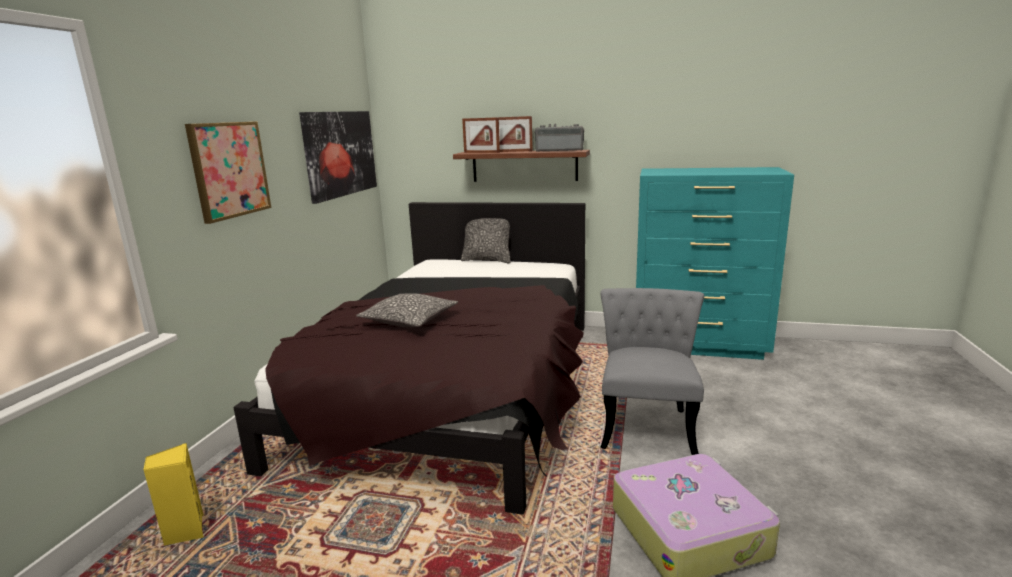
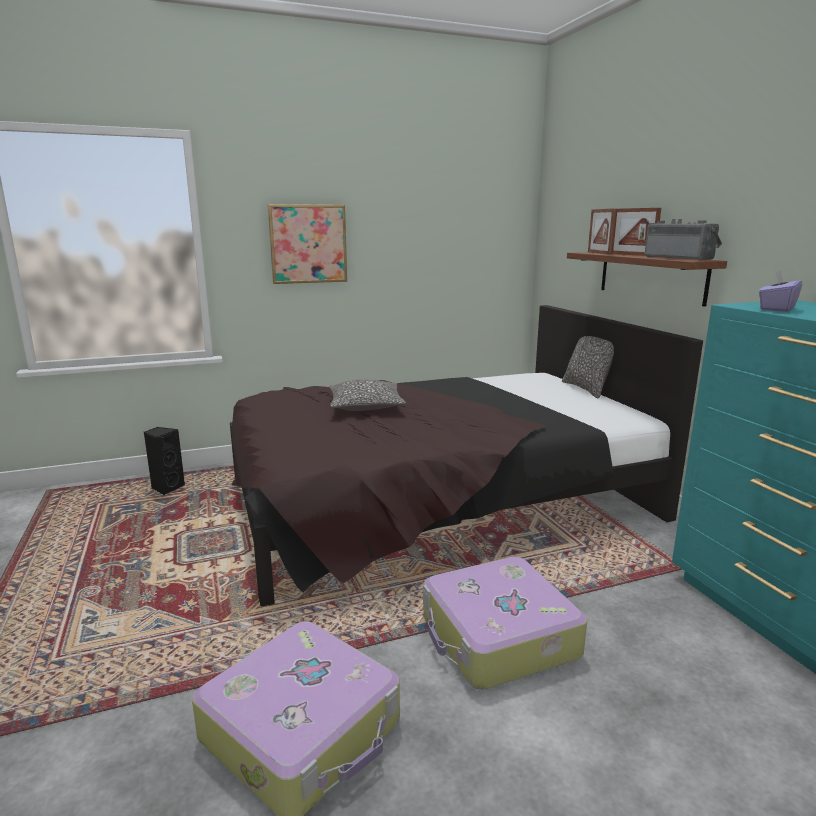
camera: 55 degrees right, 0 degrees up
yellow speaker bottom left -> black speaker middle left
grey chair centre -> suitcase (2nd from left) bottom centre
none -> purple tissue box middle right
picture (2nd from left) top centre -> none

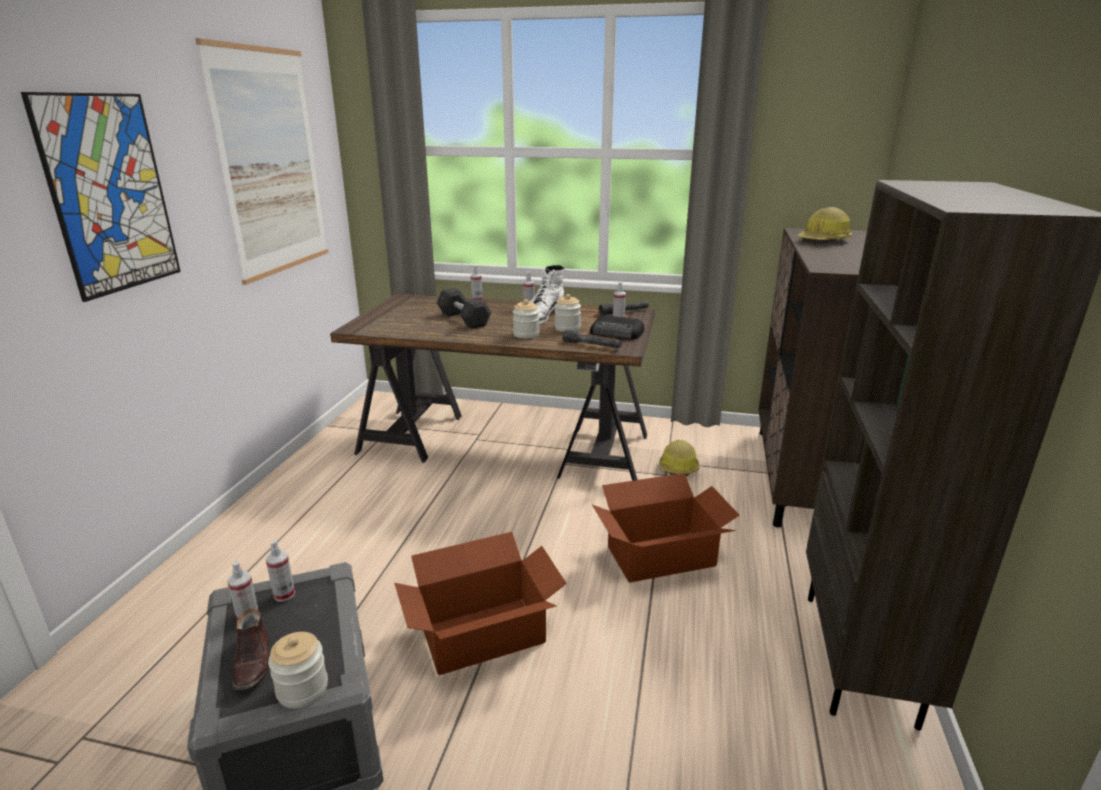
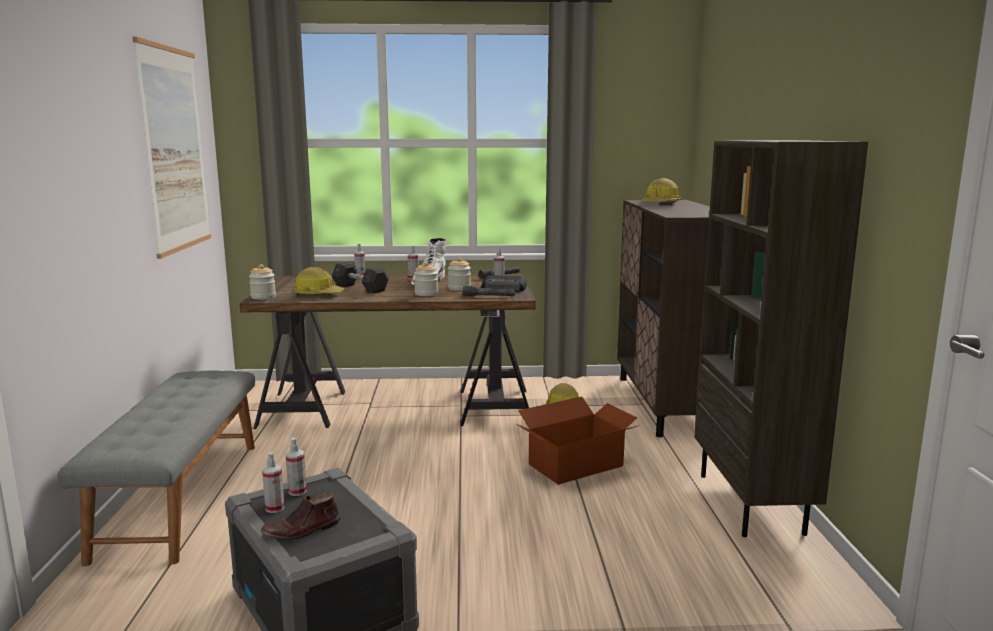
camera: 15 degrees left, 10 degrees down
none -> grey bench bottom left
jar (1st from left) bottom left -> jar (1st from left) middle left, moved
brown shoe bottom left, 90 degrees clockwise
none -> hard hat (1st from left) middle left
picture (1st from left) top left -> none
cardboard box (1st from left) bottom centre -> none

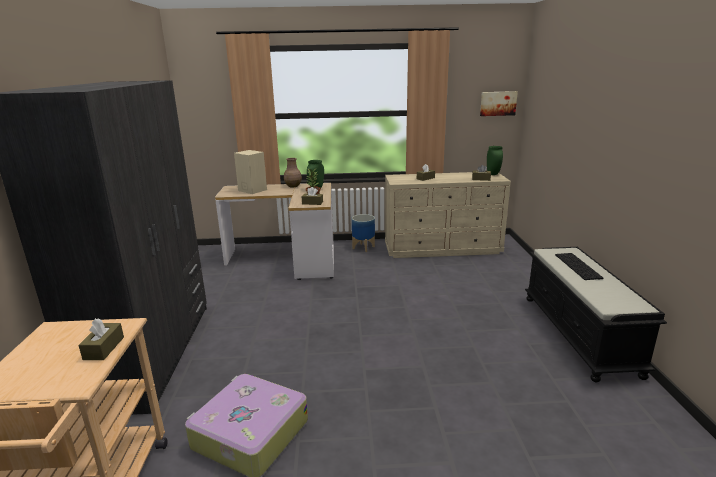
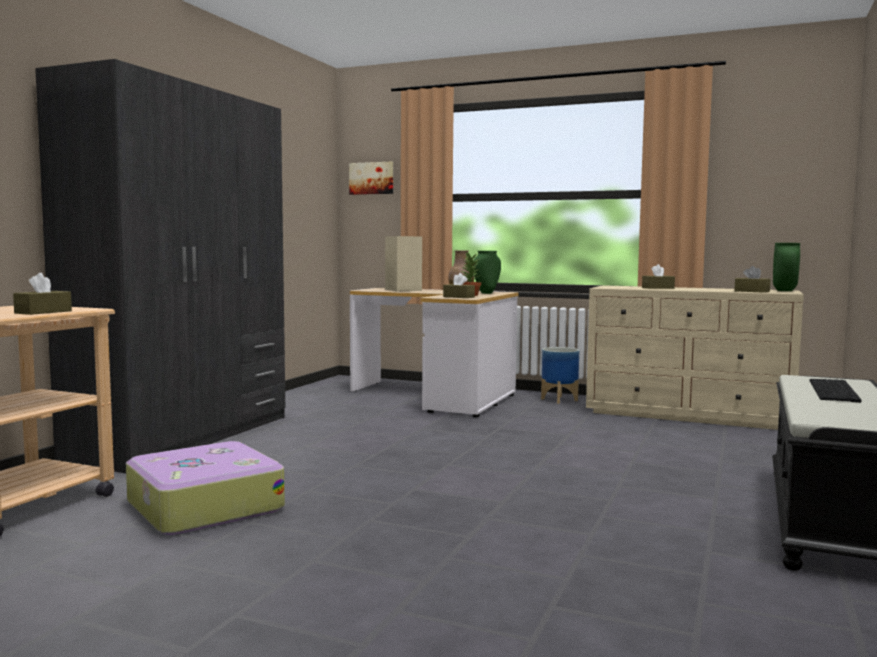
camera: 25 degrees right, 15 degrees down
picture top right -> picture top centre, moved

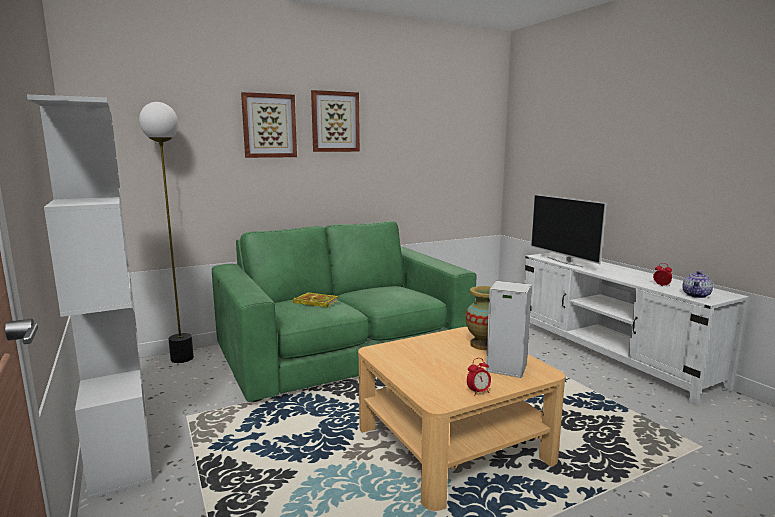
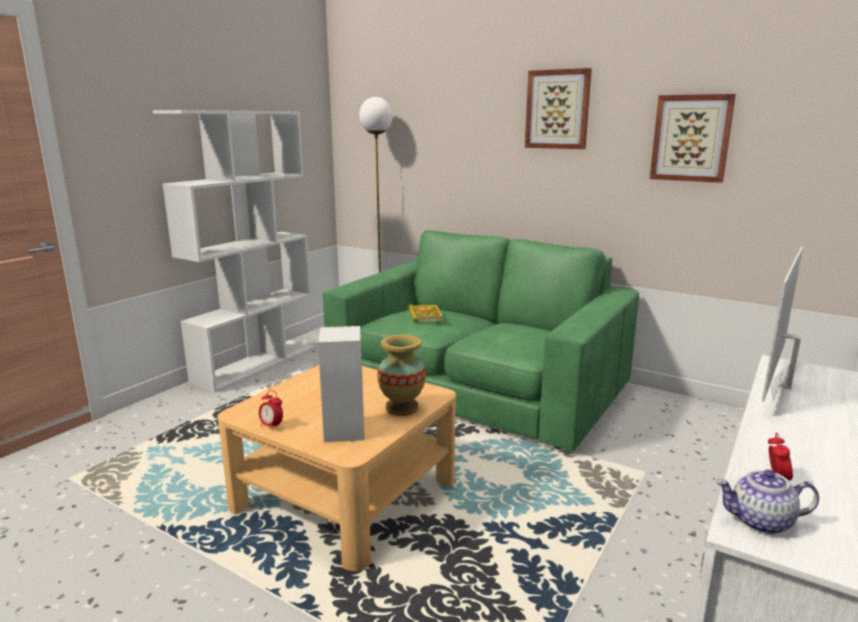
camera: 60 degrees right, 5 degrees up
picture (1st from left in the first image) top centre -> picture (2nd from left) top right, moved

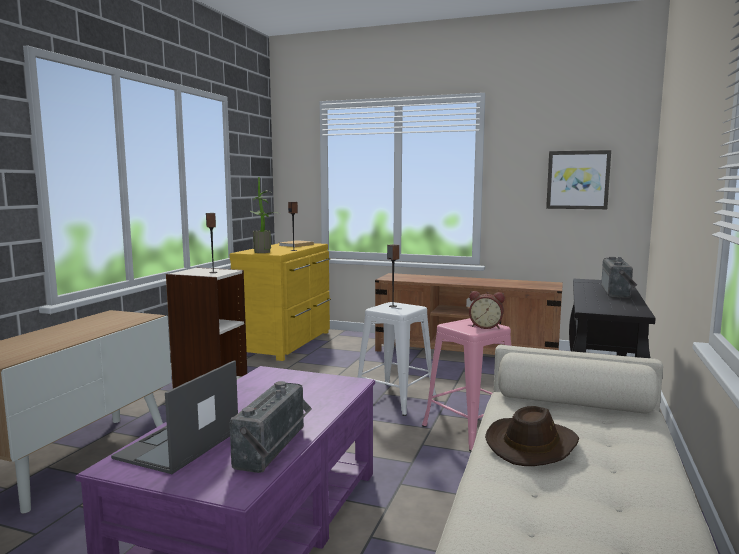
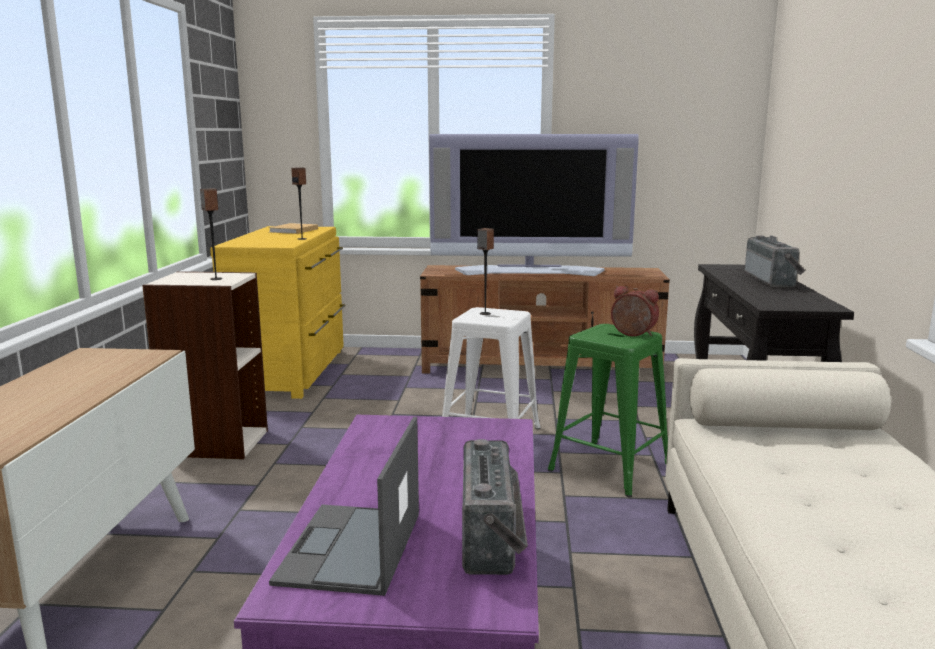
camera: 15 degrees left, 5 degrees up
none -> television top centre
pink stool bottom centre -> green stool centre
alarm clock centre -> alarm clock middle right, 150 degrees counterclockwise
potted plant centre -> none
brown hat bottom right -> none
picture top right -> none

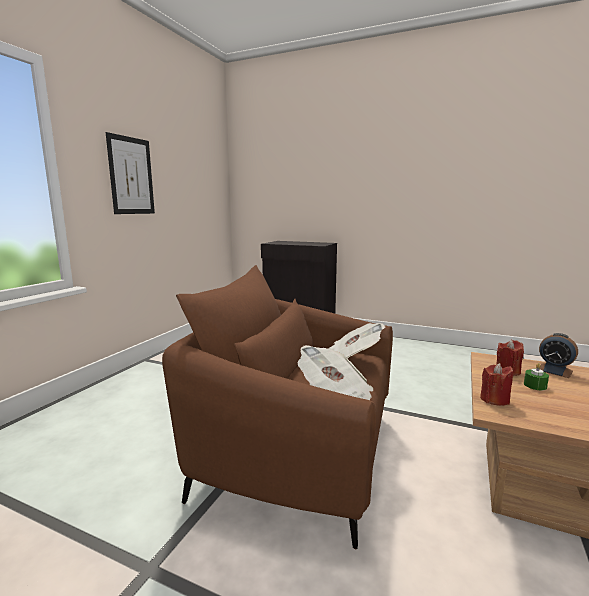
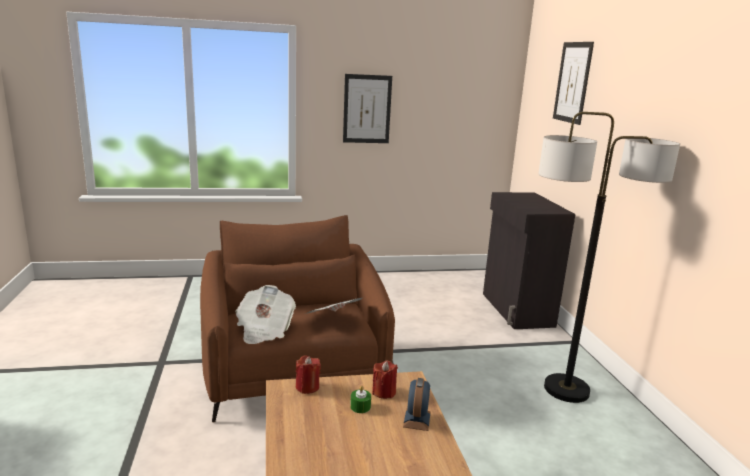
camera: 55 degrees right, 5 degrees up
none -> floor lamp middle right
none -> picture (2nd from left) top right

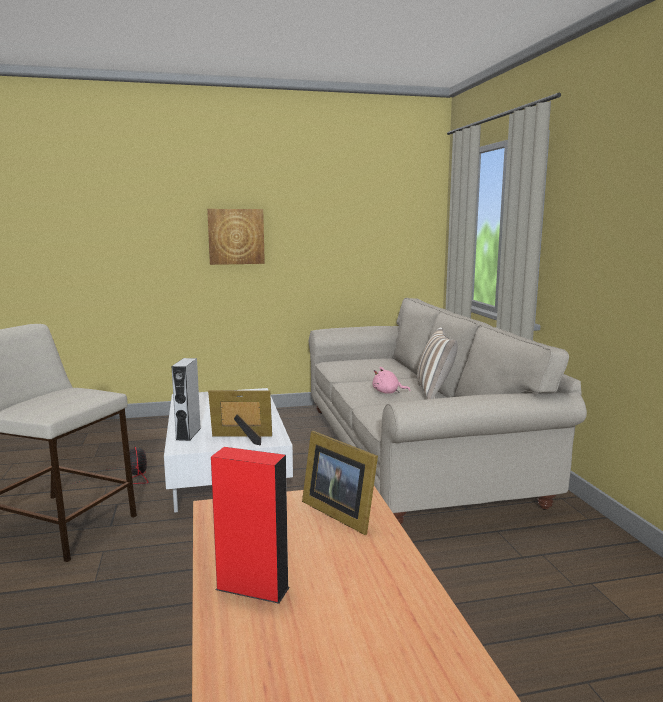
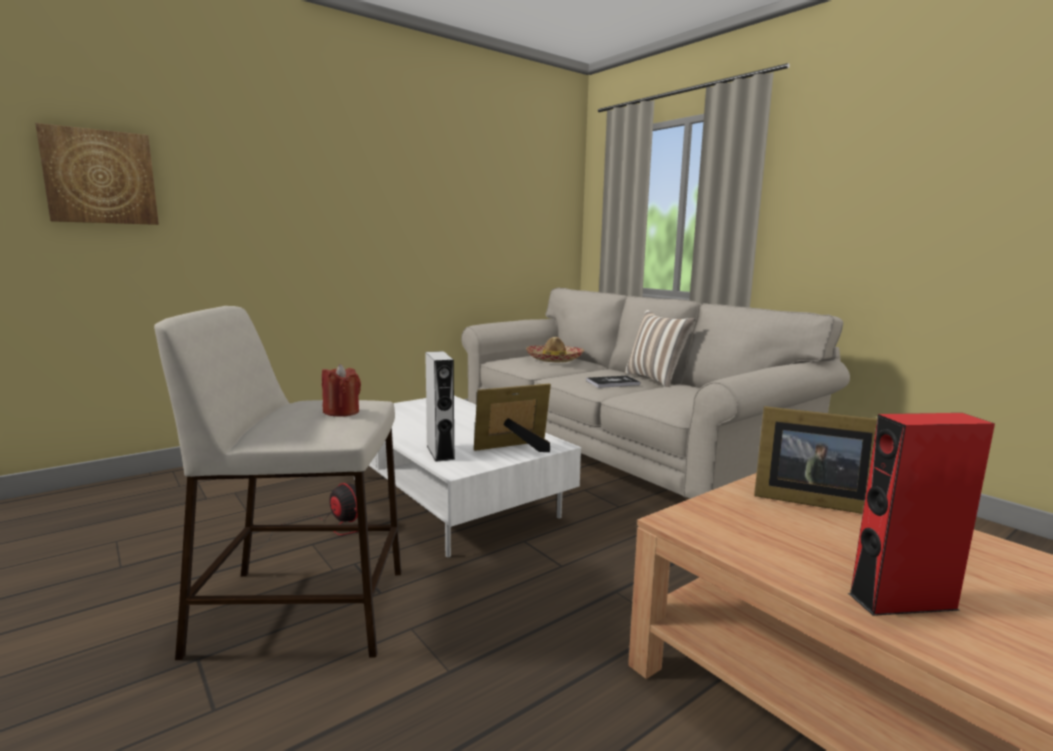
camera: 25 degrees left, 0 degrees up
picture centre -> picture top left, moved
none -> red candle middle left
none -> hat centre
pink plush toy centre -> book centre

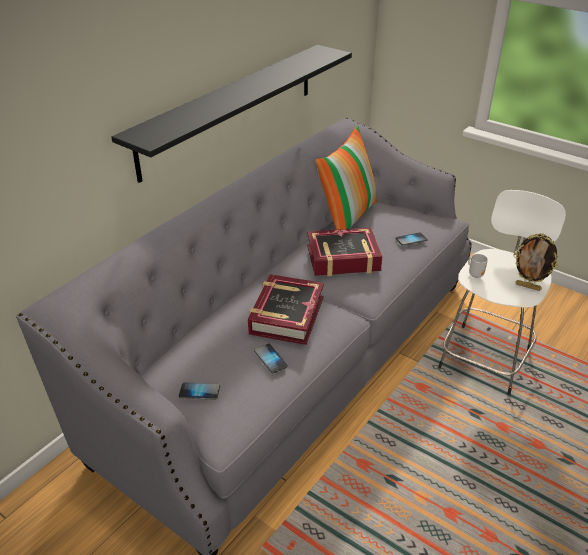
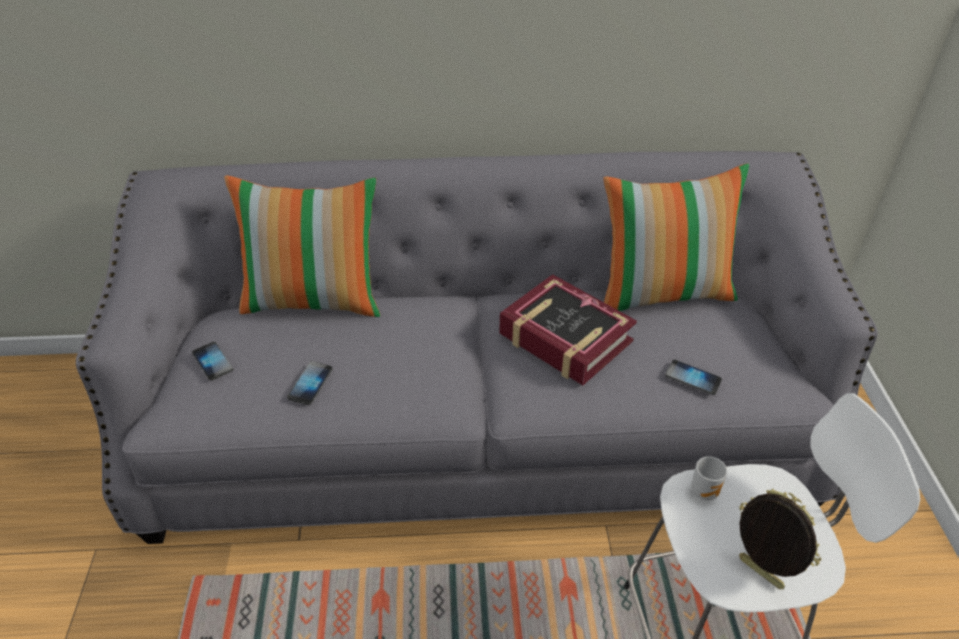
camera: 50 degrees right, 5 degrees up
none -> pillow (1st from left) middle left
picture frame middle right -> picture frame bottom right, 150 degrees clockwise
black shelf top centre -> none
book (1st from left) centre -> none

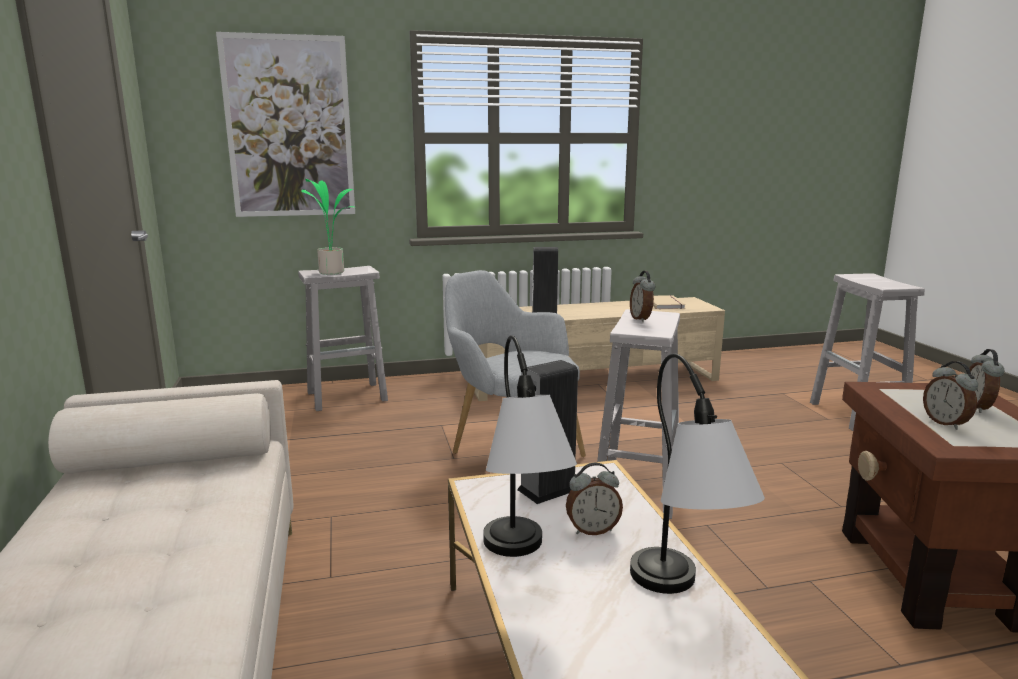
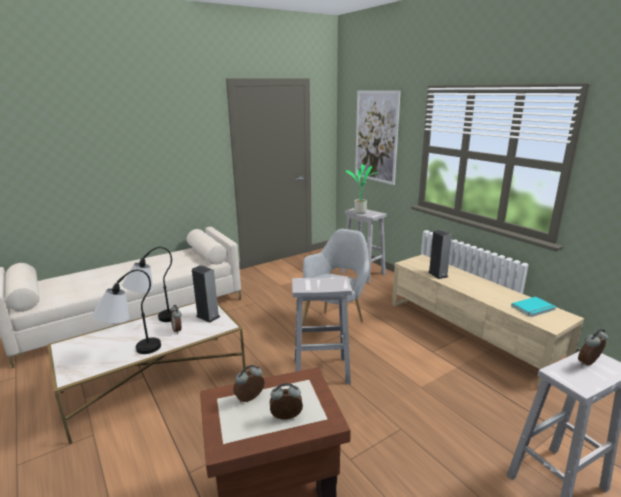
camera: 70 degrees right, 5 degrees up
beige book centre -> turquoise book middle right
alarm clock (2nd from left in the first image) centre -> alarm clock (4th from left) bottom right, moved

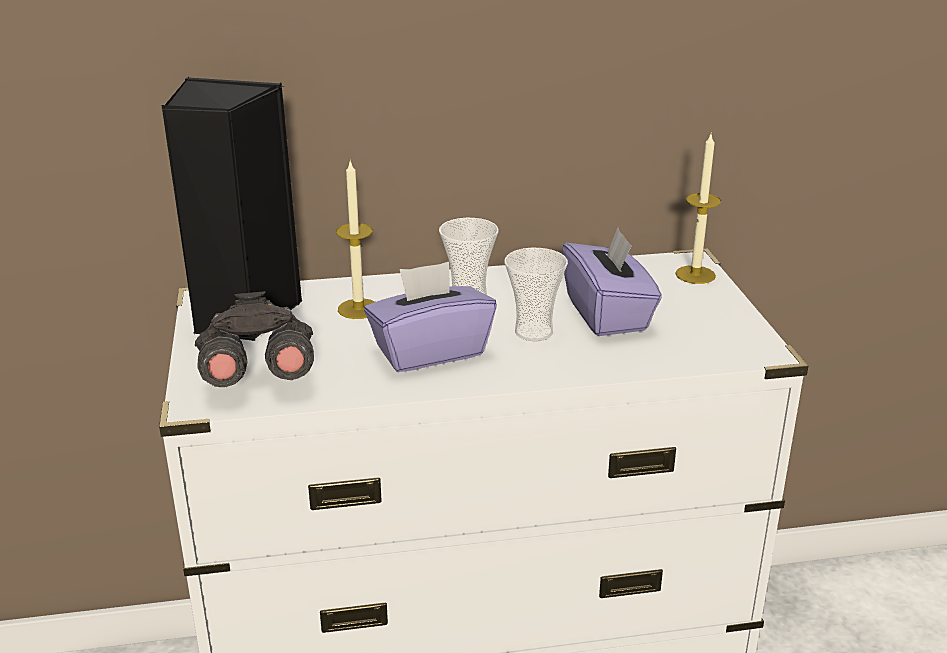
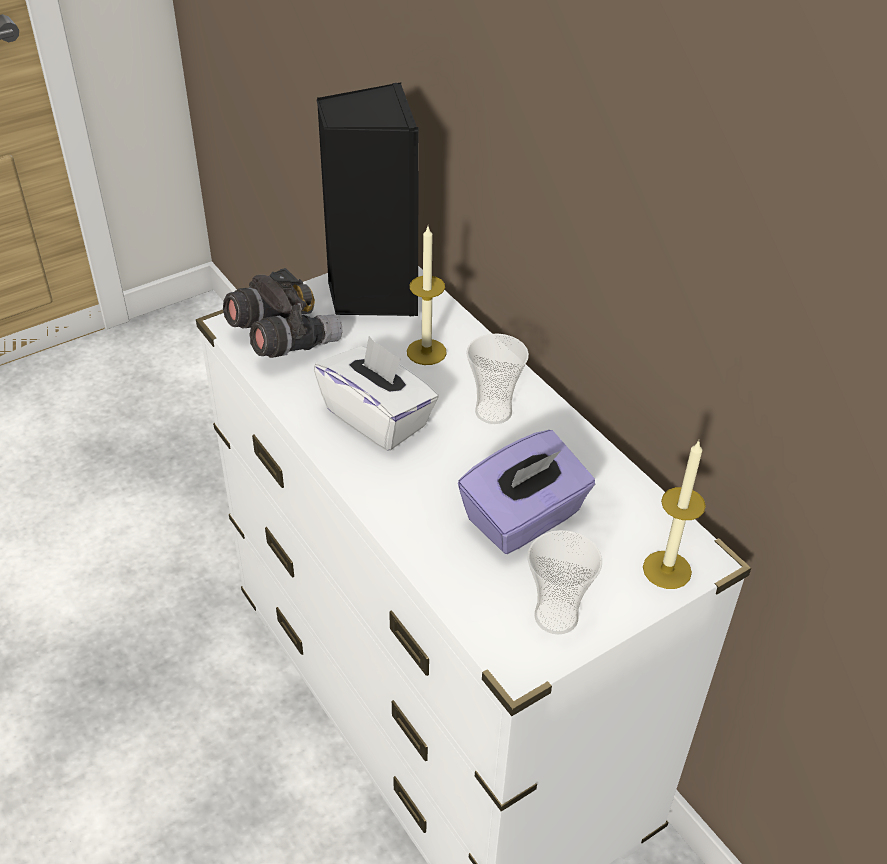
camera: 65 degrees right, 15 degrees up
purple tissue box (1st from left) centre -> white tissue box centre
cup (2nd from left) centre -> cup (2nd from left) bottom centre, moved

